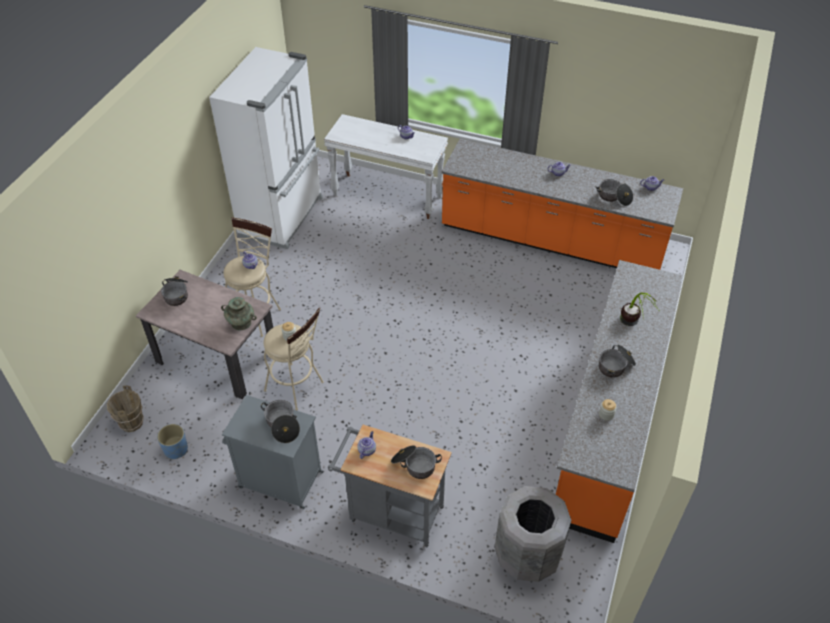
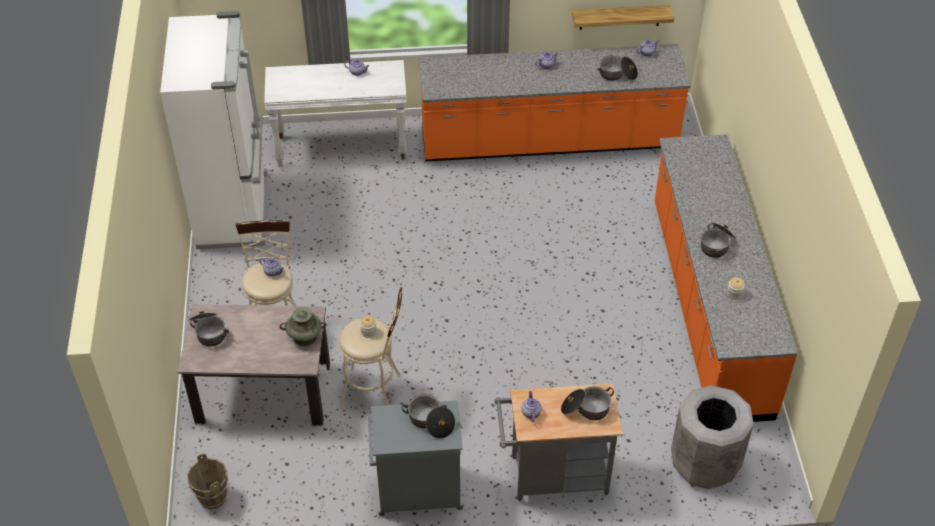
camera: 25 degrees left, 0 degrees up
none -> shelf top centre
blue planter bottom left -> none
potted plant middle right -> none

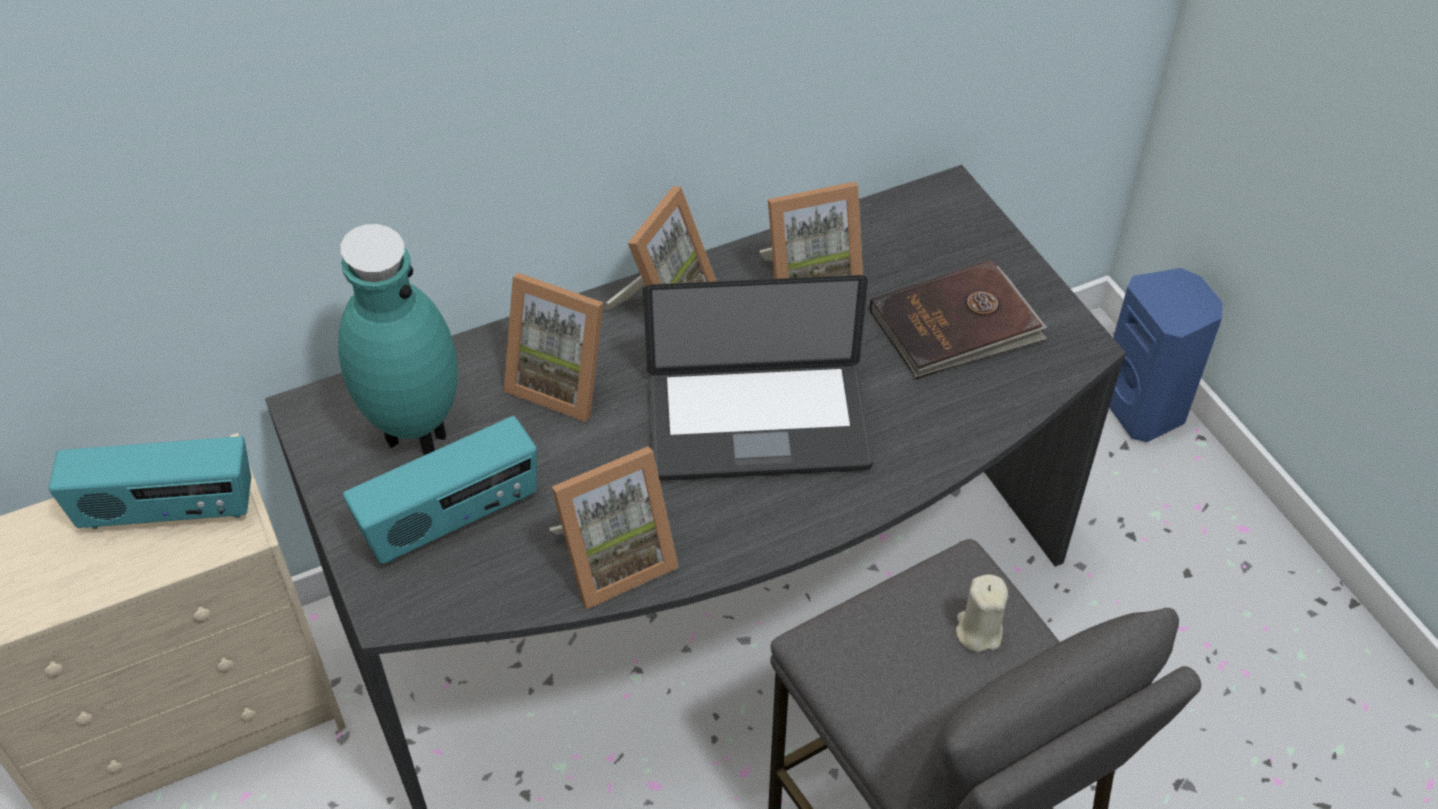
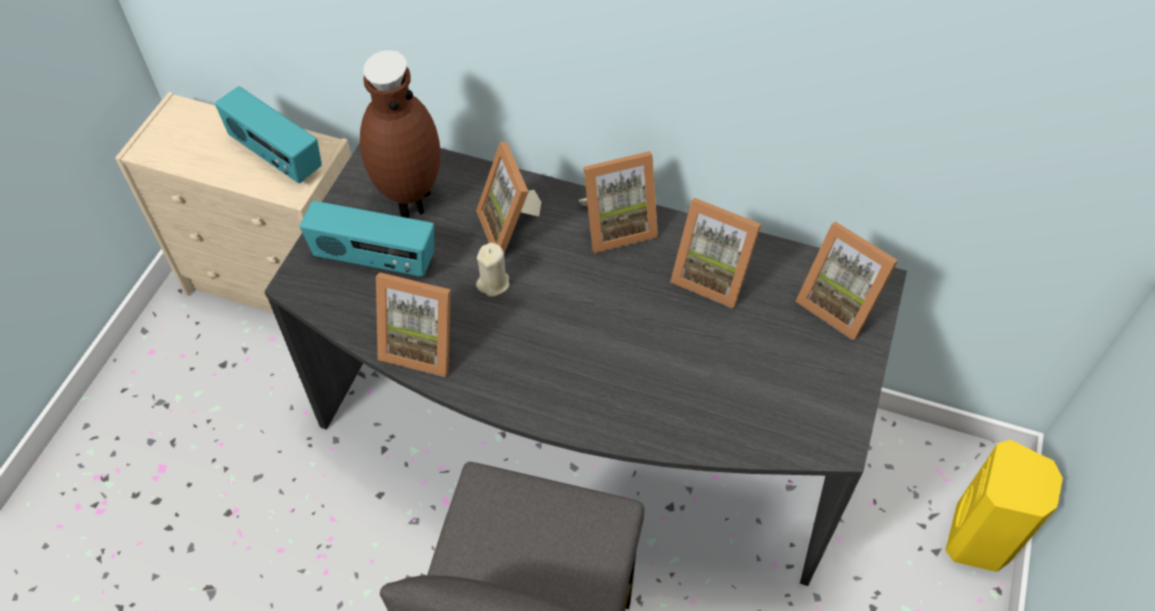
camera: 45 degrees right, 5 degrees up
turquoise vase middle left -> brown vase top centre
beige candle bottom right -> beige candle centre, moved
none -> picture frame (5th from left) middle right
blue speaker middle right -> yellow speaker bottom right
laptop centre -> none
brown book centre -> none

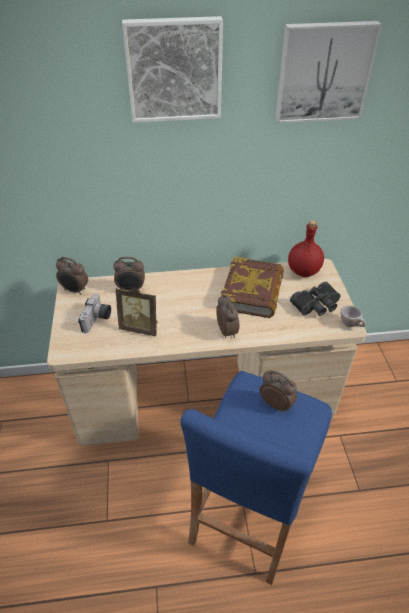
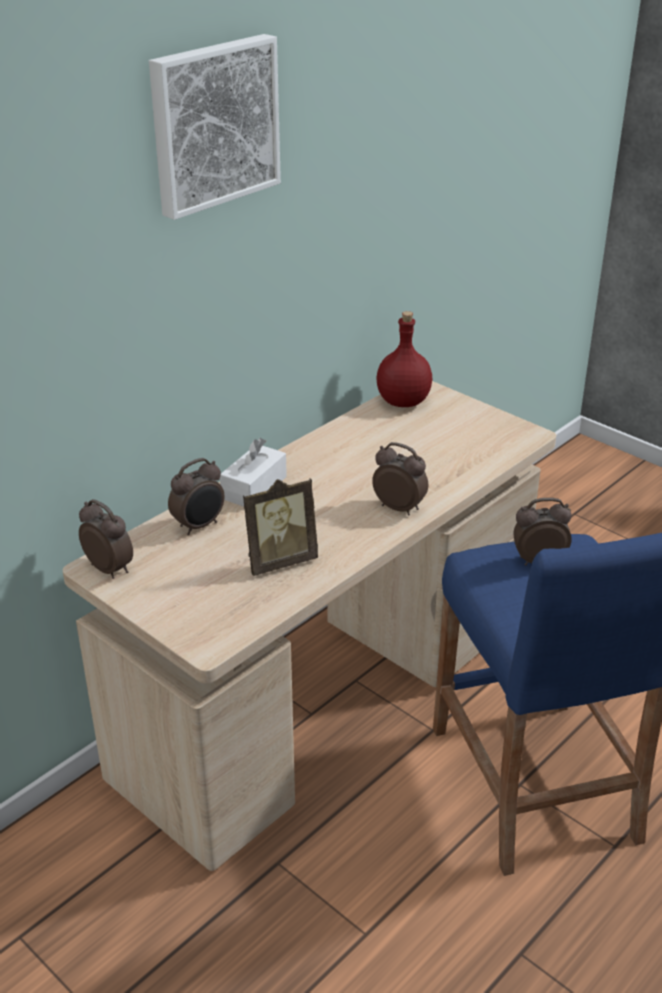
camera: 40 degrees left, 10 degrees down
alarm clock (1st from left) middle left, 120 degrees counterclockwise
none -> white tissue box centre
photo camera middle left -> none
book centre -> none
picture (2nd from left) top right -> none
black binoculars middle right -> none
beige cup middle right -> none

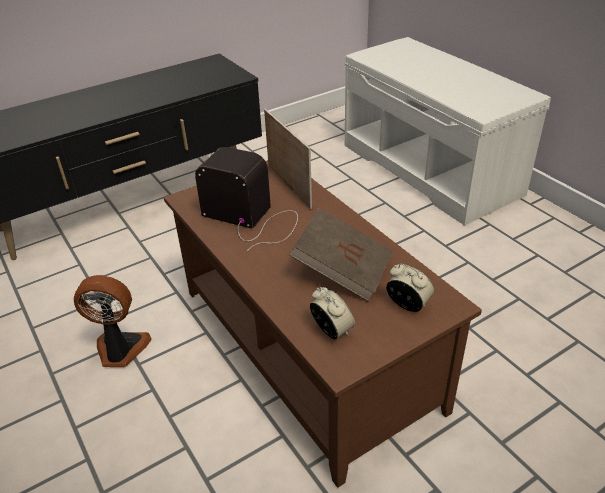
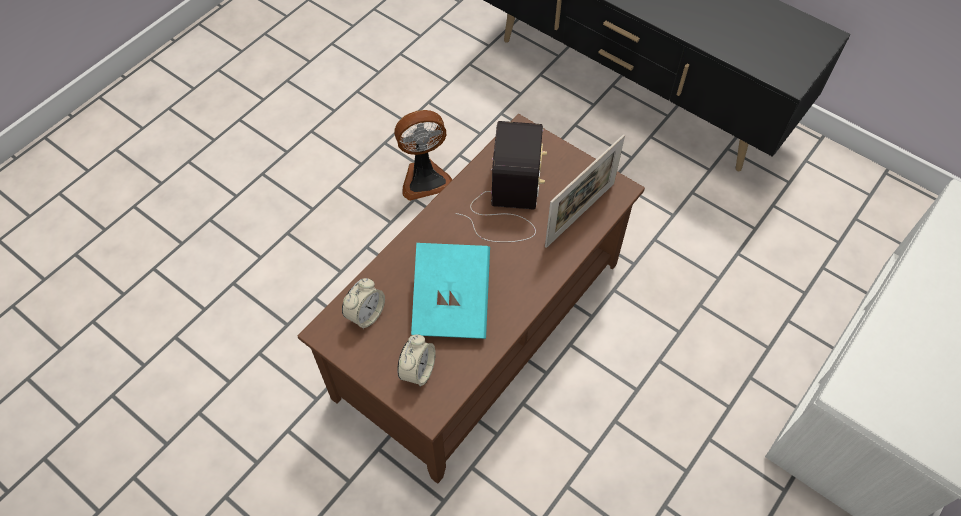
camera: 70 degrees right, 20 degrees up
fan middle left -> fan top centre, 90 degrees clockwise
brown book centre -> turquoise book centre

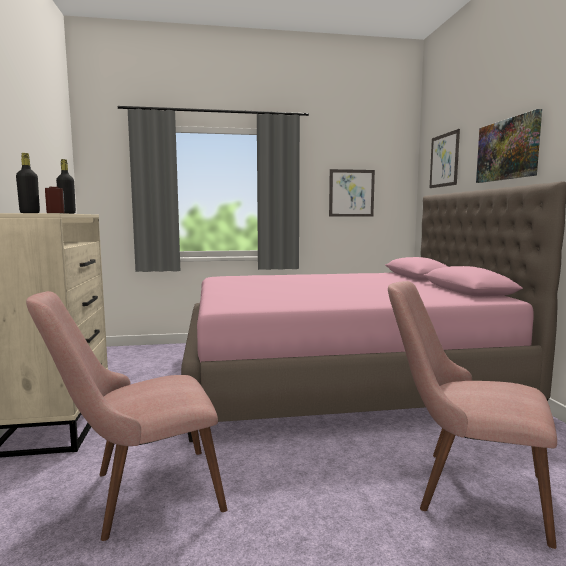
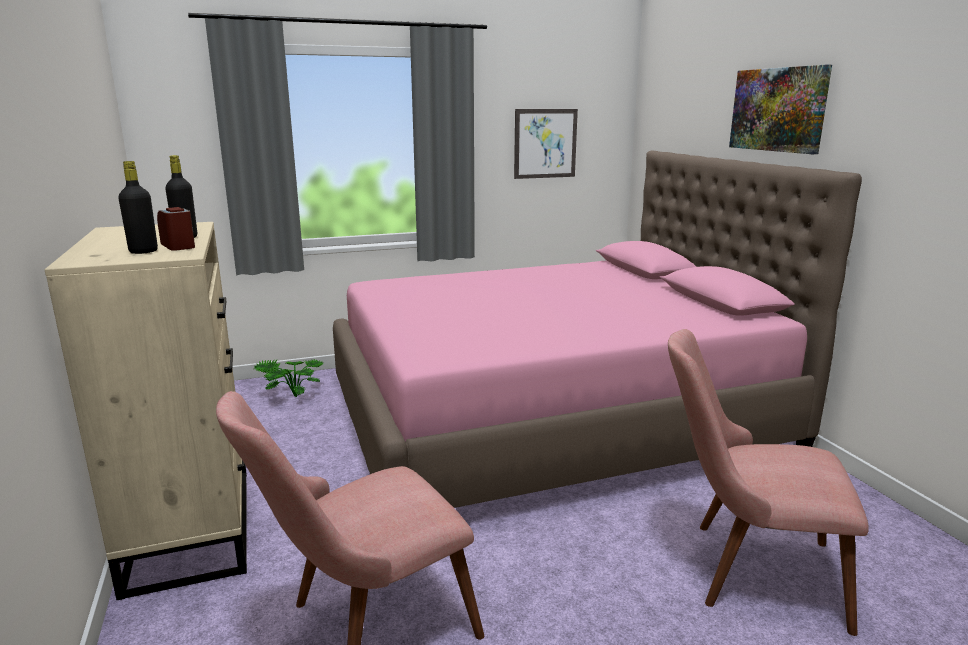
camera: 10 degrees left, 10 degrees up
none -> potted plant middle left
picture (2nd from left) top right -> none

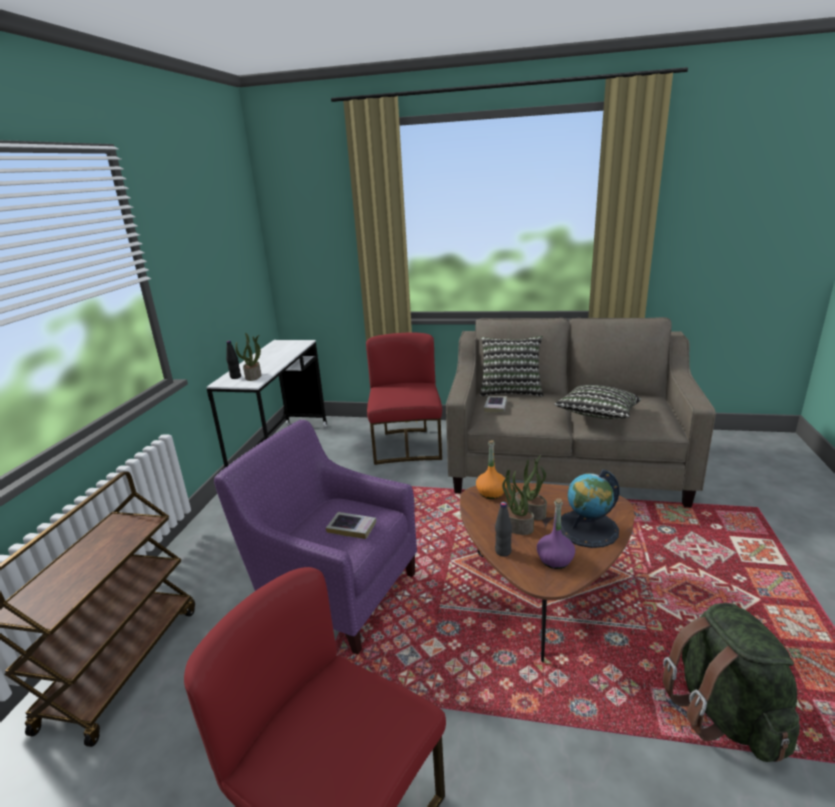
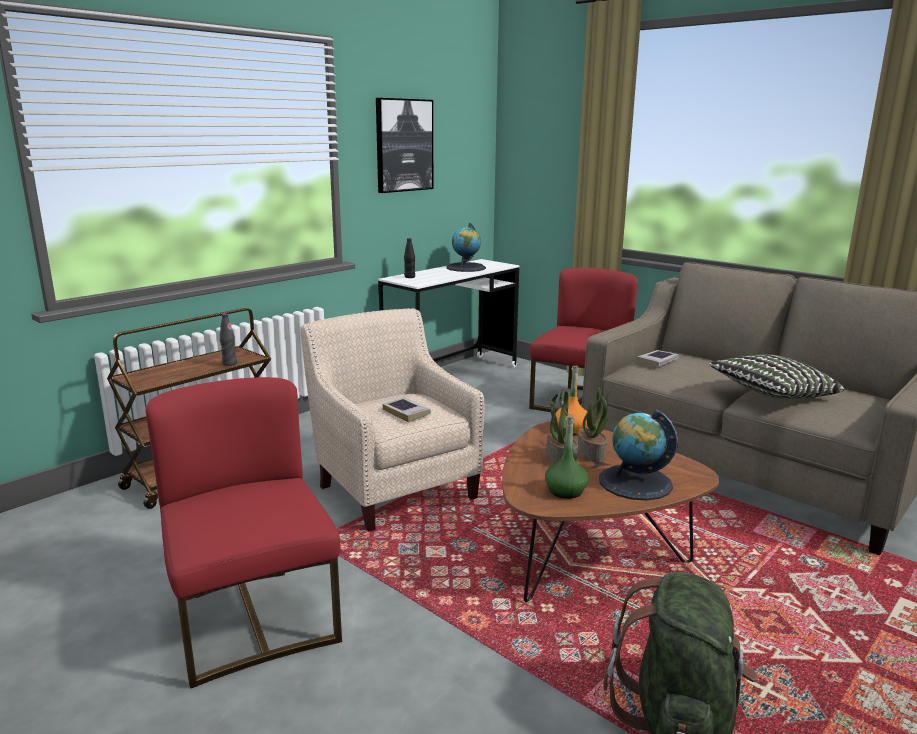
camera: 30 degrees right, 5 degrees down
black bottle (2nd from left in the first image) centre -> black bottle (1st from left) middle left, moved
purple armchair centre -> beige armchair centre
none -> picture top centre
none -> globe (1st from left) centre
purple bottle centre -> green bottle centre
potted plant (1st from left) middle left -> none
pillow (1st from left) centre -> none

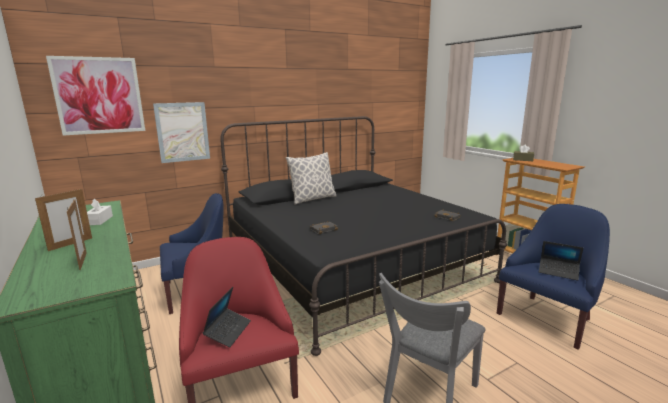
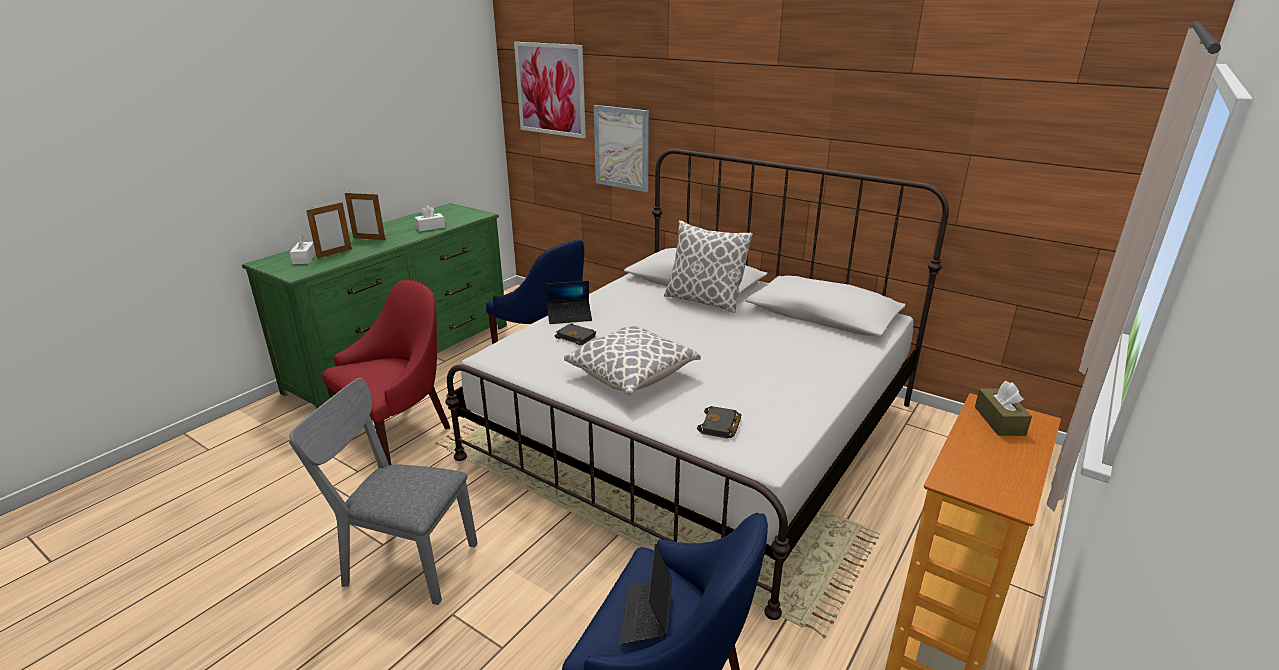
camera: 65 degrees right, 10 degrees up
none -> white tissue box (1st from left) middle left
black bed centre -> white bed centre
laptop (1st from left) bottom centre -> laptop (1st from left) centre, moved
none -> pillow (1st from left) centre

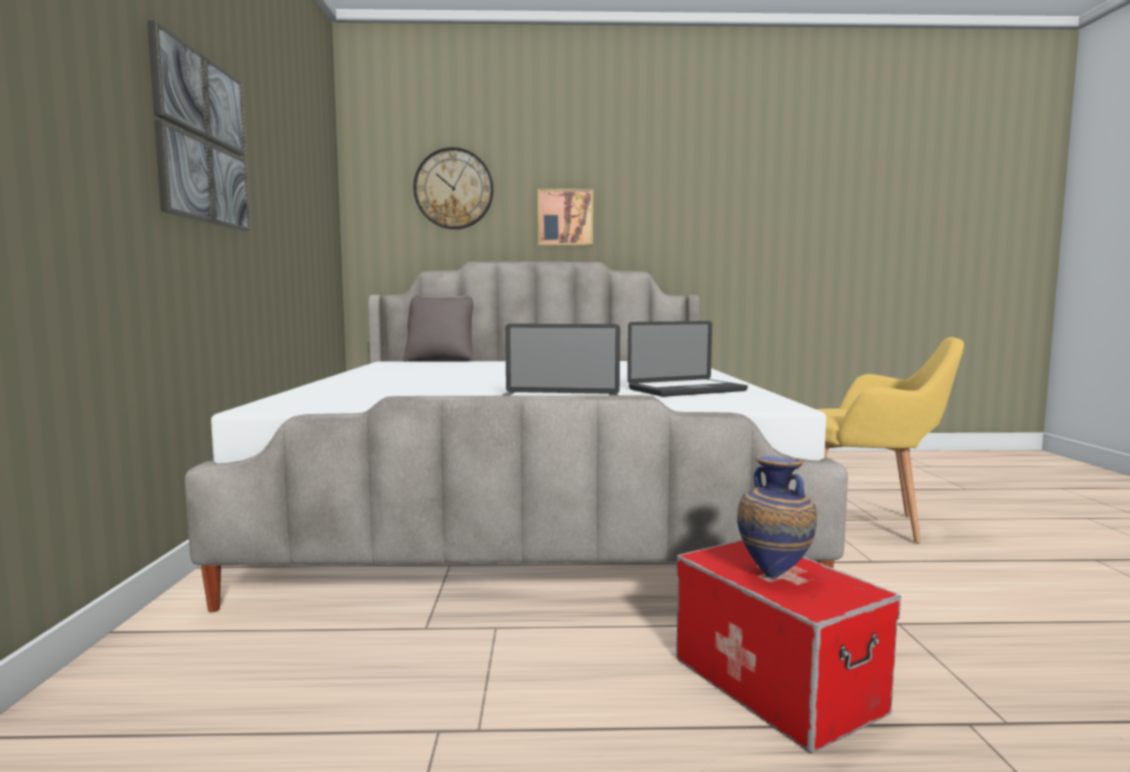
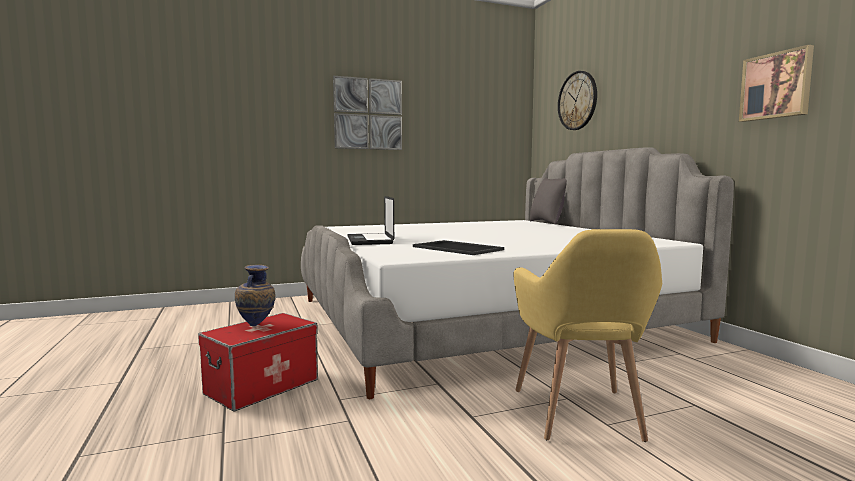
camera: 70 degrees right, 0 degrees up
laptop (2nd from left) centre -> tray centre
picture (2nd from left) top centre -> picture (2nd from left) top right, moved

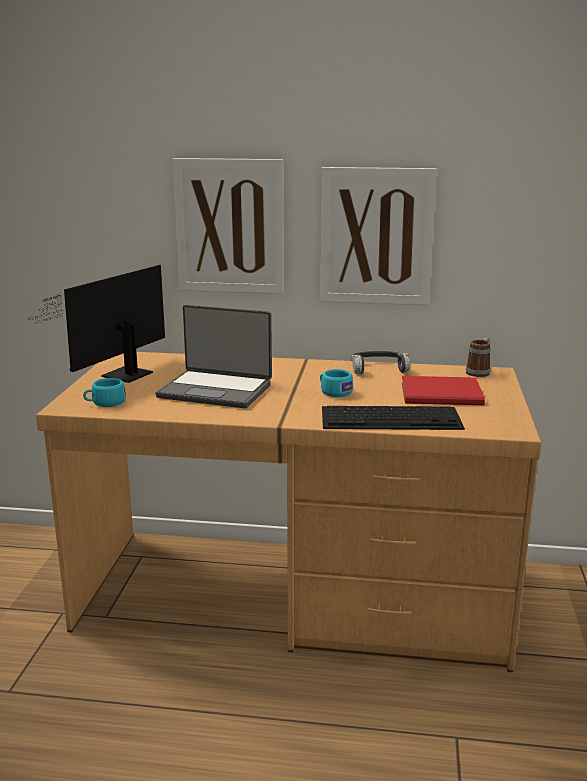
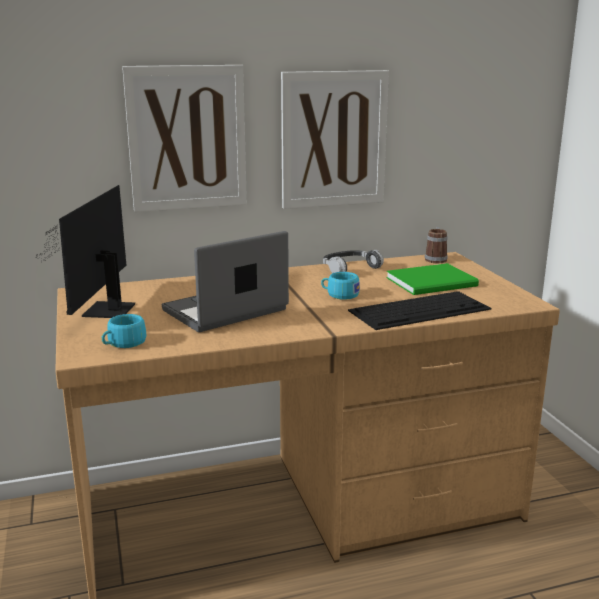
camera: 25 degrees left, 0 degrees up
laptop centre, 150 degrees clockwise
red book middle right -> green book middle right

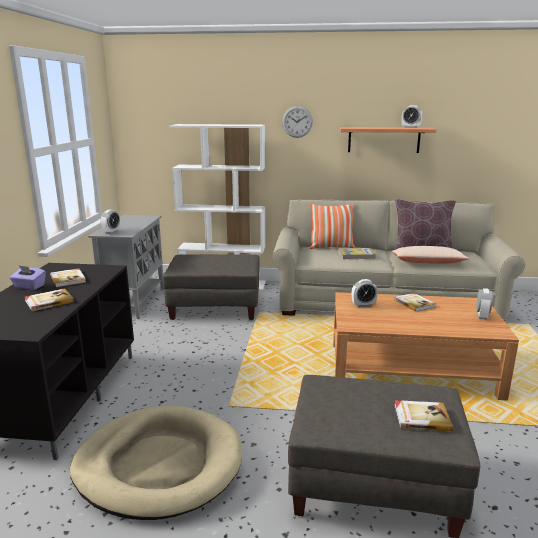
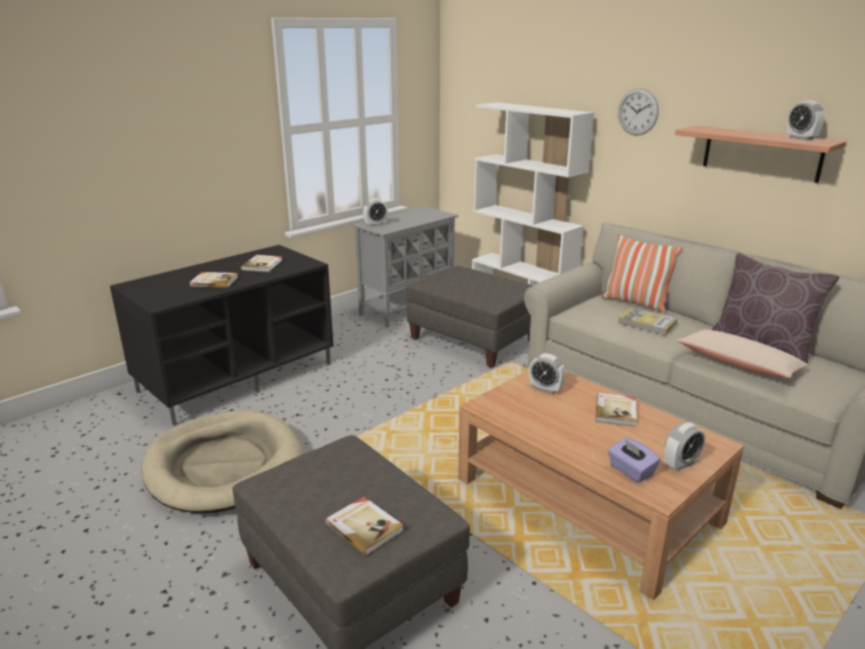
camera: 40 degrees right, 5 degrees up
purple tissue box middle left -> purple tissue box bottom right, moved

